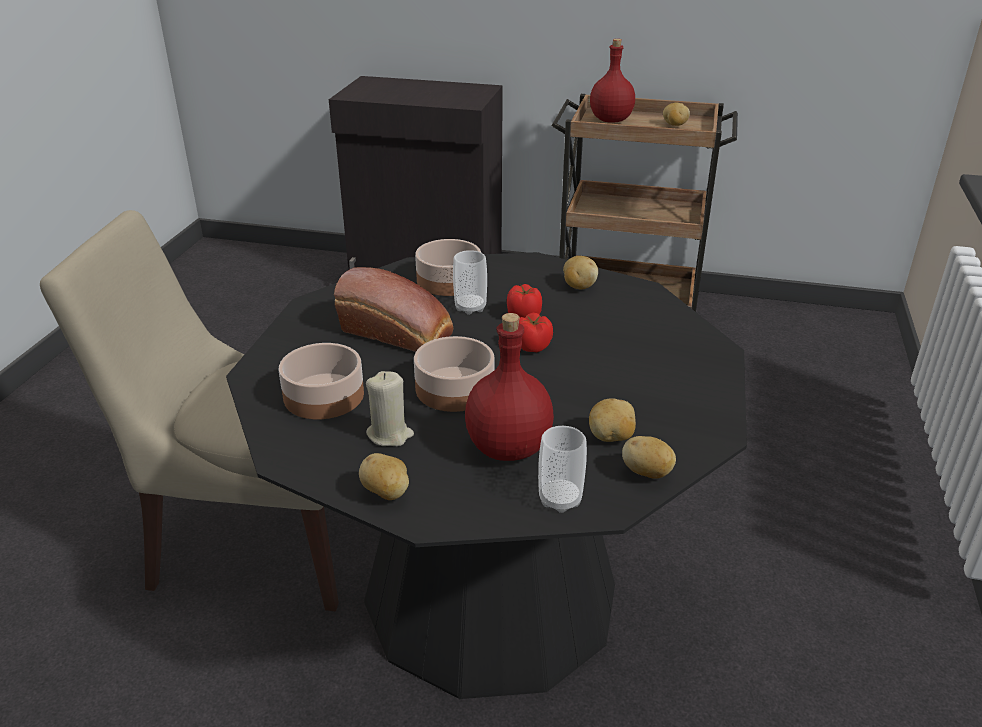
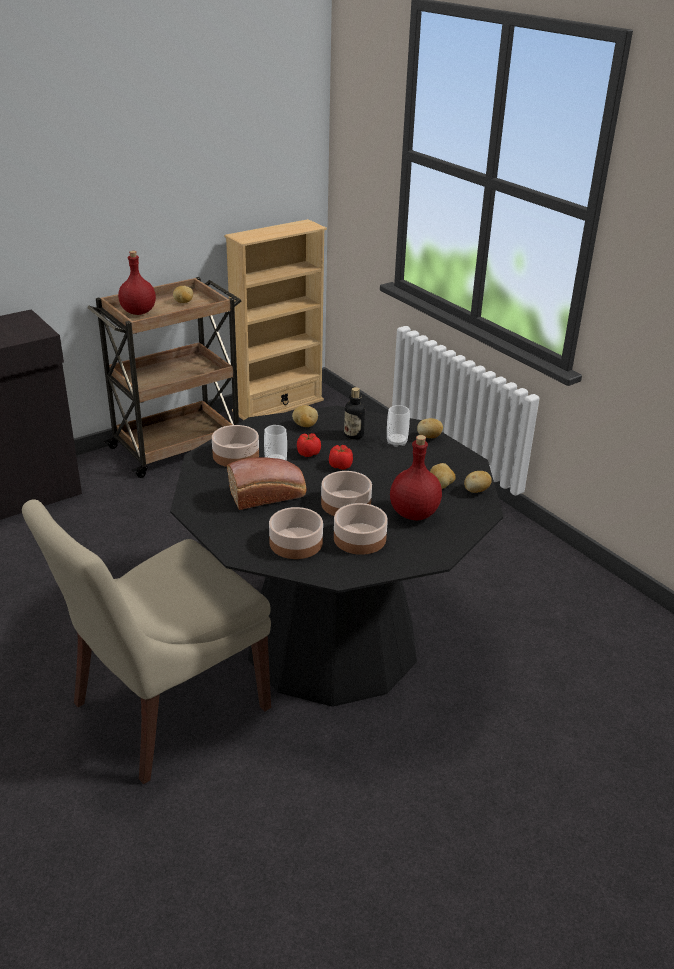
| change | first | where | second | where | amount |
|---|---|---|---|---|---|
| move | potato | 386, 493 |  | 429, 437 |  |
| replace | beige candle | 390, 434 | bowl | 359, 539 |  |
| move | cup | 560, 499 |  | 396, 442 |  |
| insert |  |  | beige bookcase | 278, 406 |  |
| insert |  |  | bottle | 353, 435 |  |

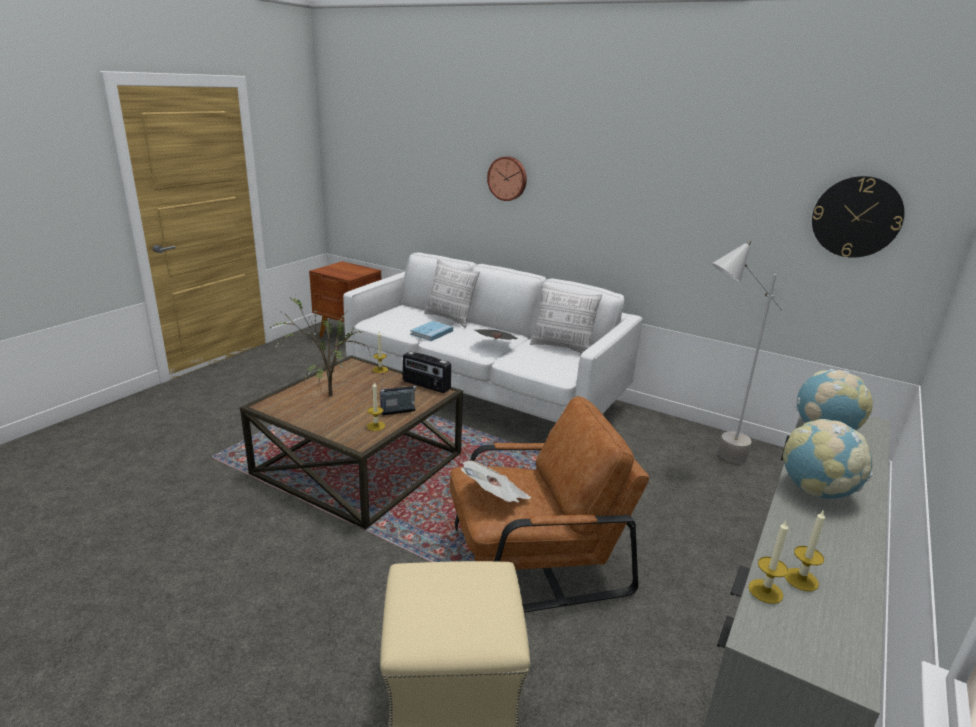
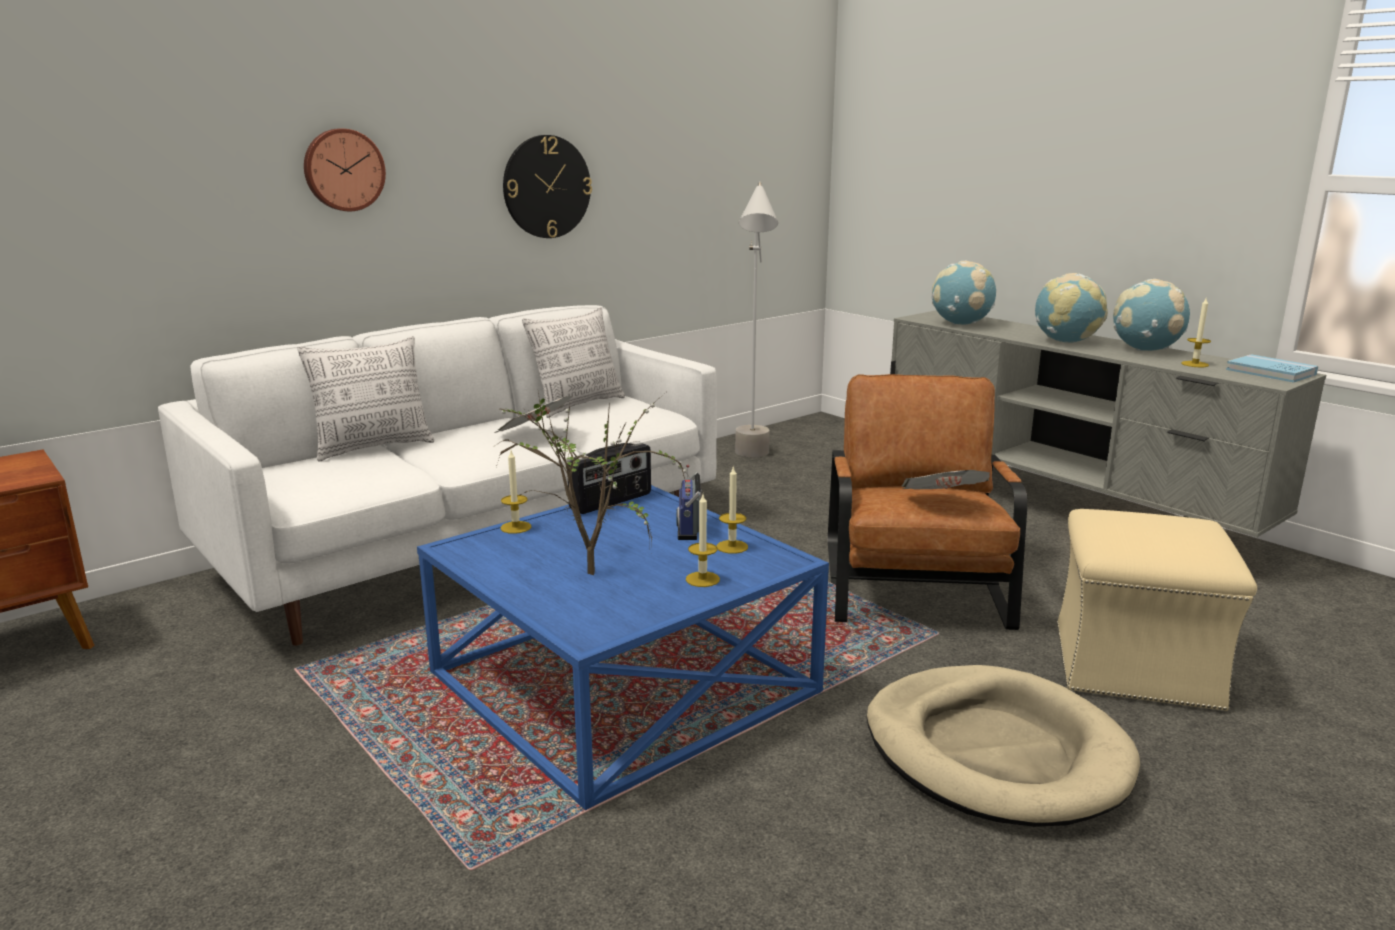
| change | first | where | second | where | amount |
|---|---|---|---|---|---|
| recolor | brown coffee table | 359, 463 | blue coffee table | 621, 681 |  |
| move | blue book | 432, 332 |  | 1270, 372 |  |
| move | candle | 765, 591 |  | 702, 579 |  |
| move | wall clock | 856, 217 |  | 546, 187 |  |
| insert |  |  | beige dog bed | 995, 752 |  |
| insert |  |  | globe | 1146, 350 |  |

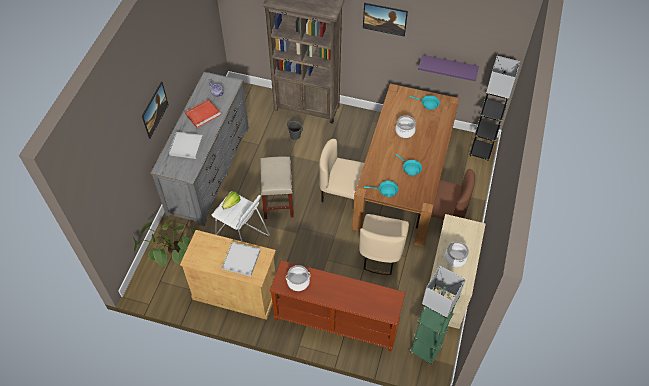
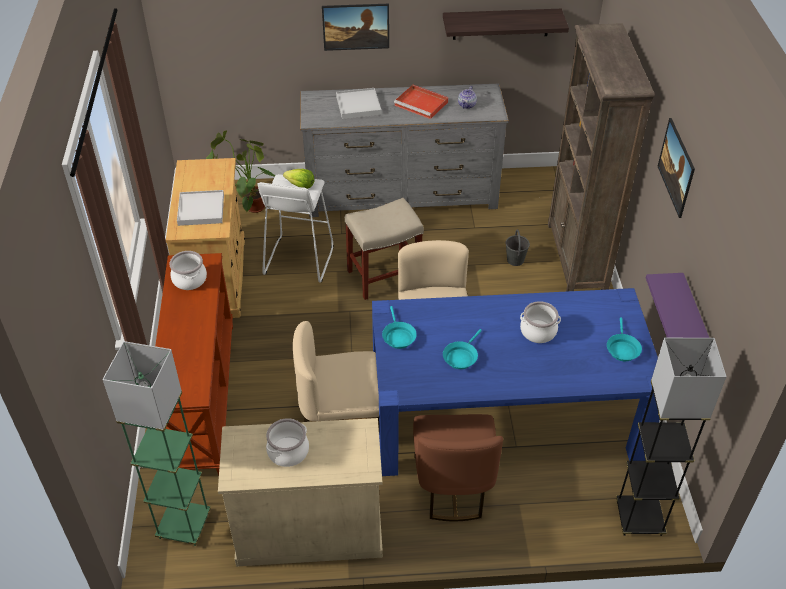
| change | first | where | second | where | amount |
|---|---|---|---|---|---|
| recolor | brown dining table | 403, 180 | blue dining table | 504, 415 |  |
| insert |  |  | shelf | 501, 24 |  |

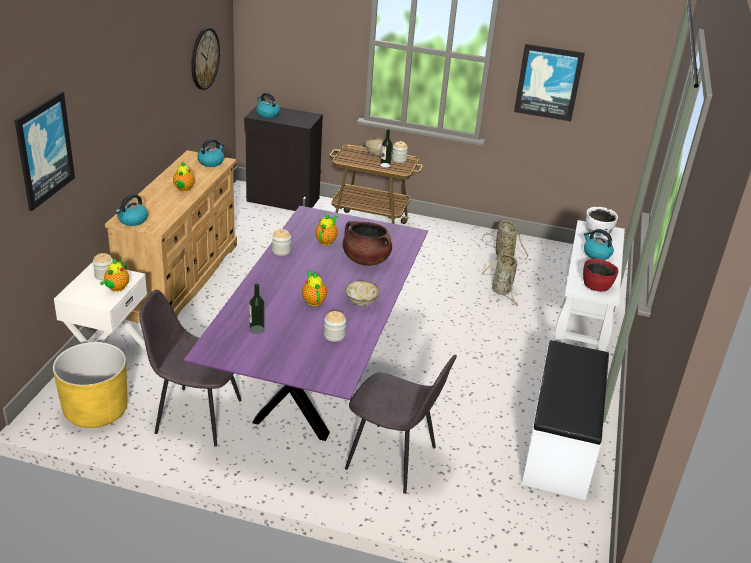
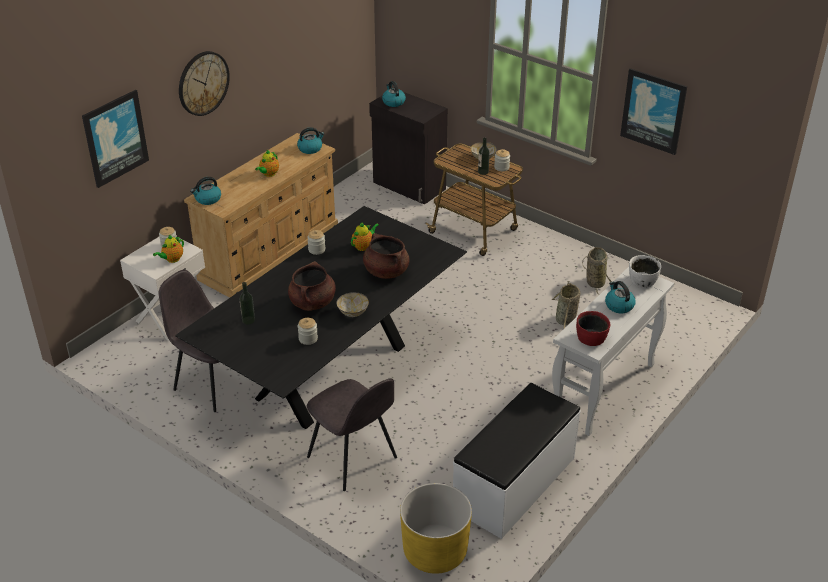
| change | first | where | second | where | amount |
|---|---|---|---|---|---|
| move | yellow planter | 96, 410 |  | 435, 551 |  |
| recolor | purple dining table | 317, 378 | black dining table | 332, 371 |  |
| move | wall clock | 204, 58 |  | 203, 83 |  |
| replace | teapot | 313, 300 | brown cooking pot | 312, 303 |  |

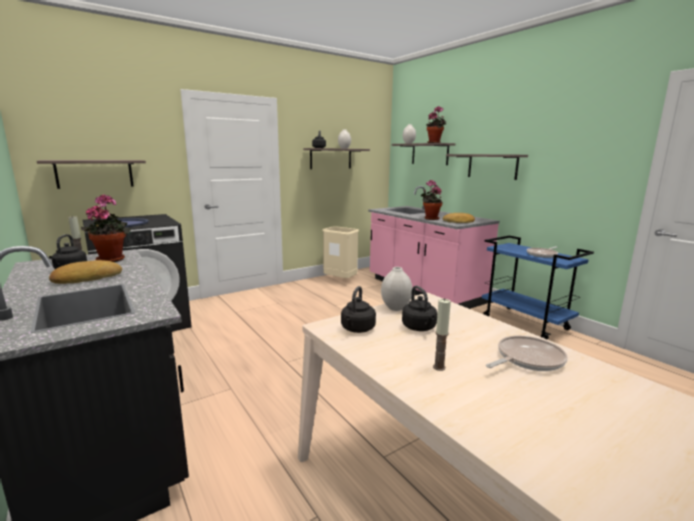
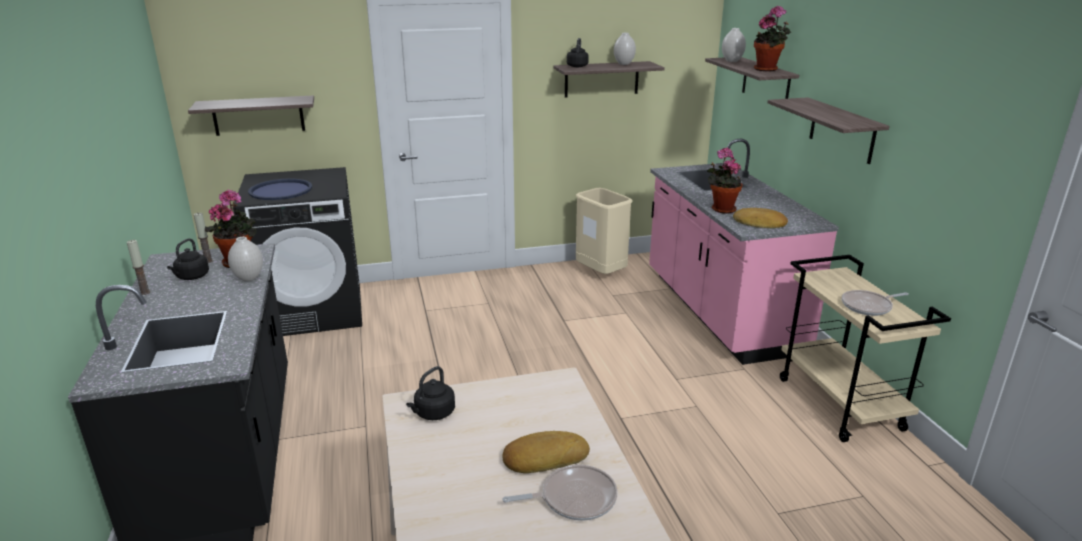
| change | first | where | second | where | amount |
|---|---|---|---|---|---|
| move | bread | 87, 278 |  | 544, 457 |  |
| move | white vase | 395, 308 |  | 248, 278 |  |
| delete | black kettle | 419, 328 |  |  |  |
| move | candle | 439, 367 |  | 145, 292 |  |
| recolor | blue cart | 526, 323 | beige cart | 841, 404 |  |

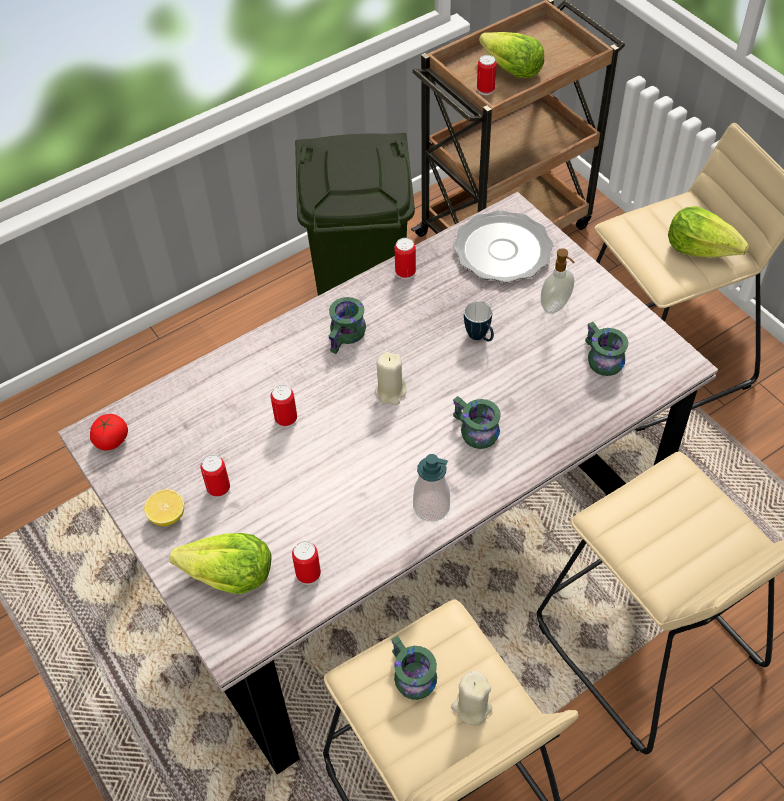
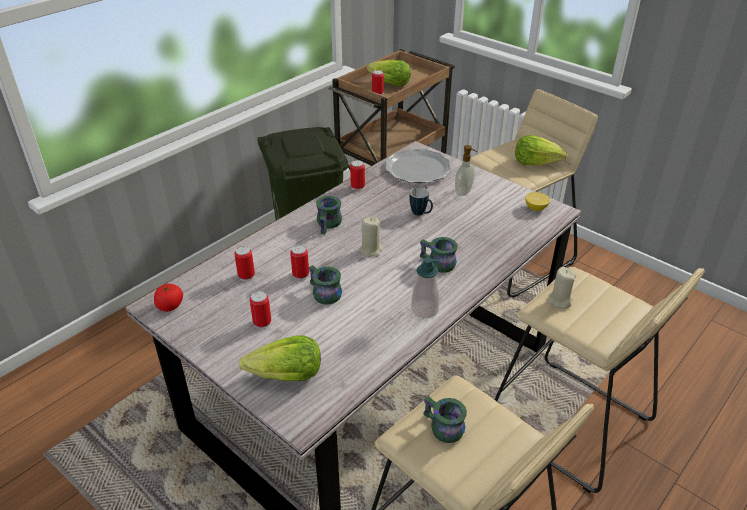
| change | first | where | second | where | amount |
|---|---|---|---|---|---|
| move | lemon | 167, 515 |  | 535, 208 |  |
| move | can | 308, 574 |  | 246, 276 |  |
| move | beige candle | 471, 707 |  | 559, 301 |  |
| move | green mug | 600, 359 |  | 322, 294 |  |

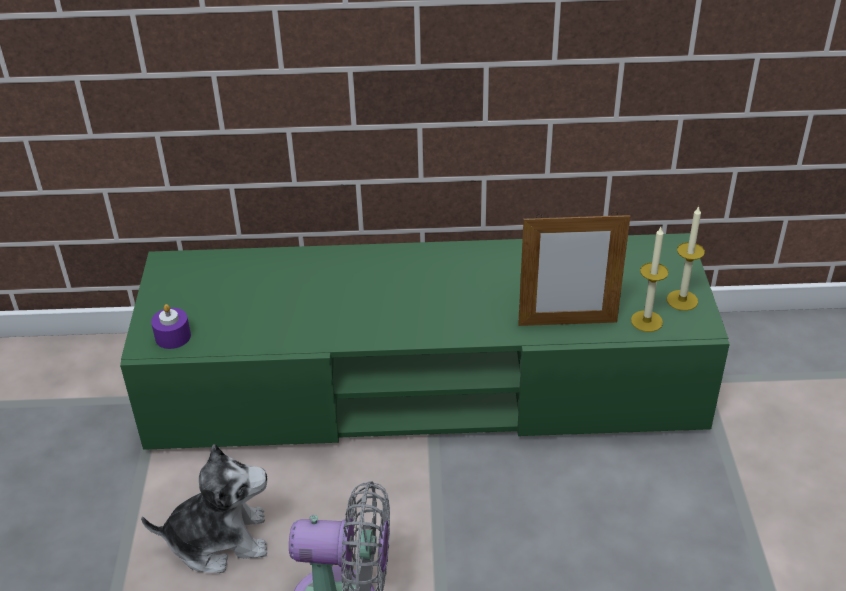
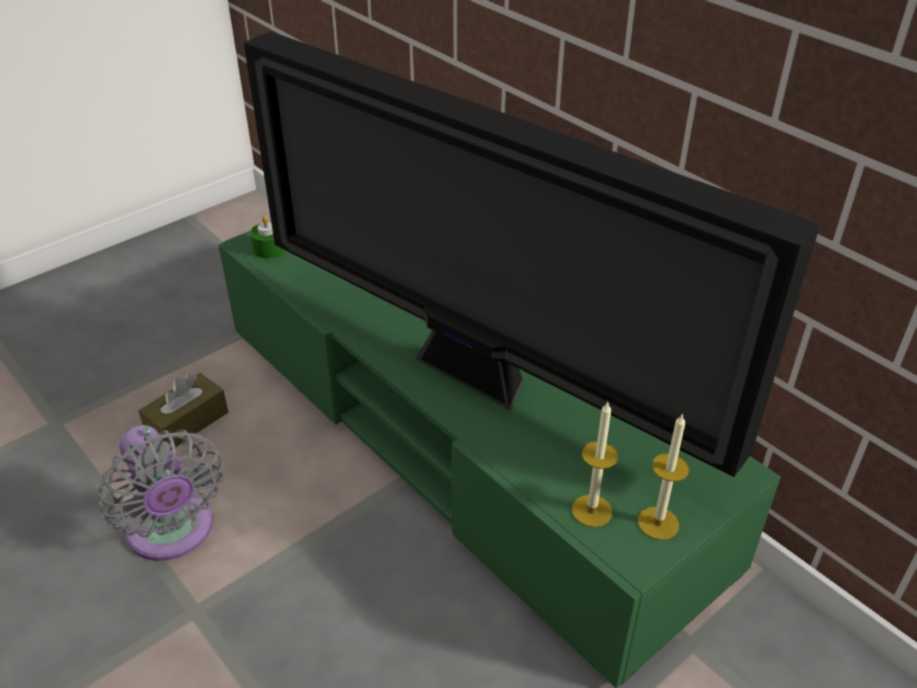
| change | first | where | second | where | amount |
|---|---|---|---|---|---|
| replace | plush toy | 219, 540 | brown tissue box | 187, 422 |  |
| recolor | purple candle | 173, 336 | green candle | 269, 249 |  |
| delete | picture frame | 567, 323 |  |  |  |
| insert |  |  | television | 478, 378 |  |

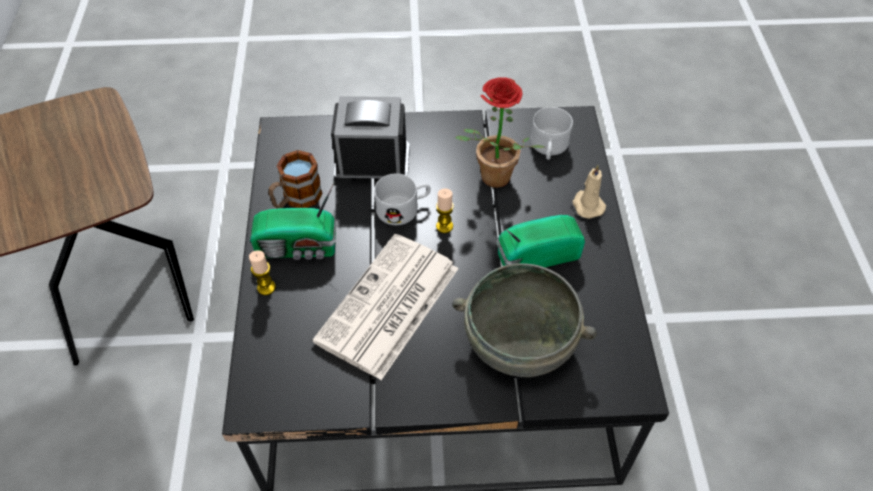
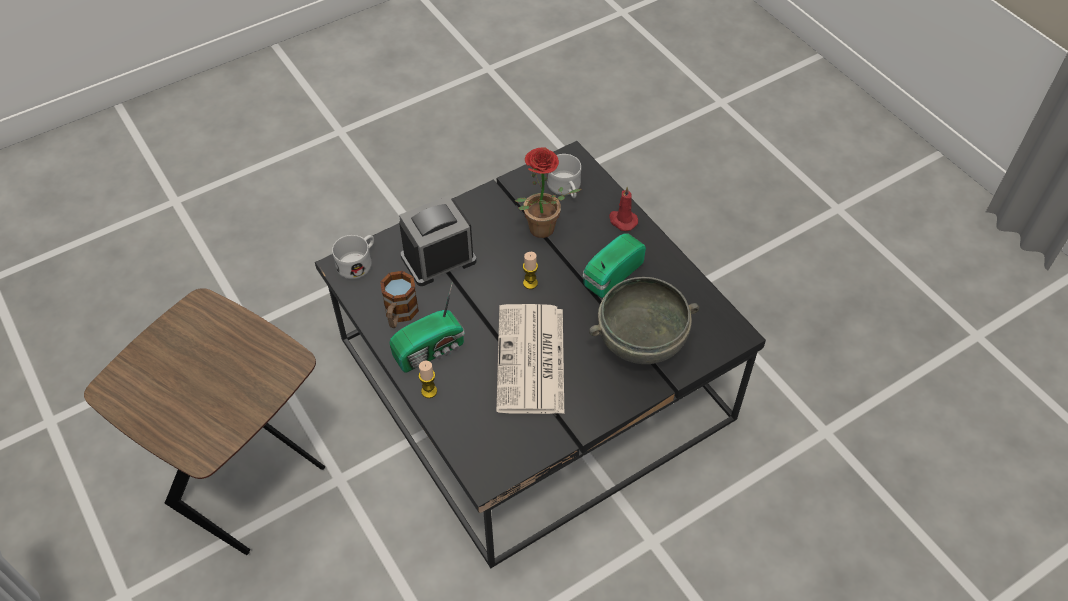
| change | first | where | second | where | amount |
|---|---|---|---|---|---|
| move | white mug | 404, 208 |  | 358, 262 |  |
| recolor | beige candle | 587, 205 | red candle | 622, 220 |  |

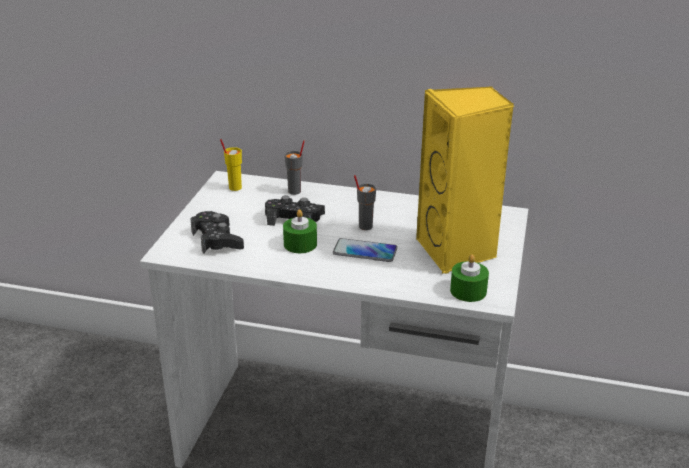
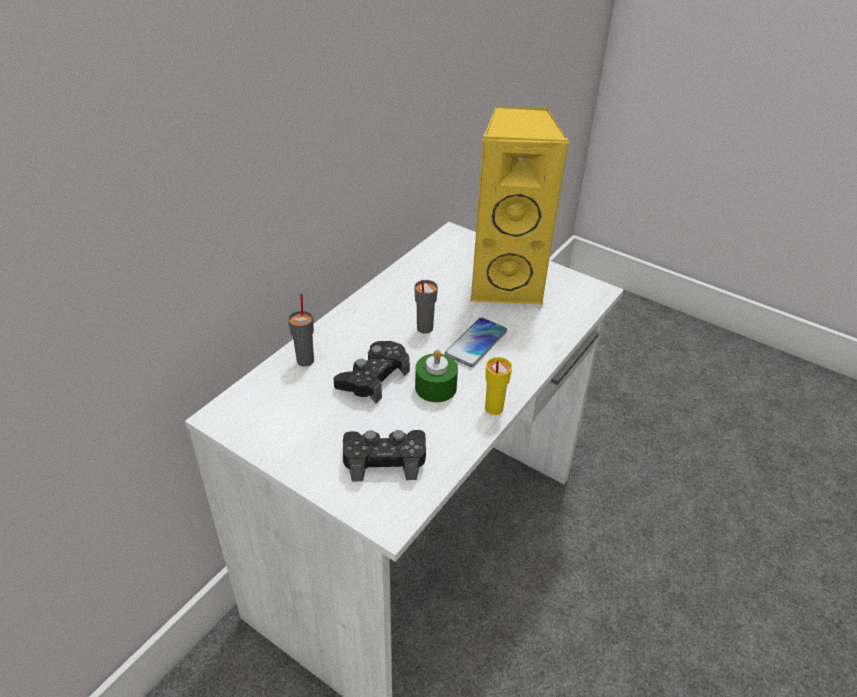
| change | first | where | second | where | amount |
|---|---|---|---|---|---|
| move | yellow cup | 234, 187 |  | 493, 408 |  |
| delete | green candle | 468, 291 |  |  |  |

